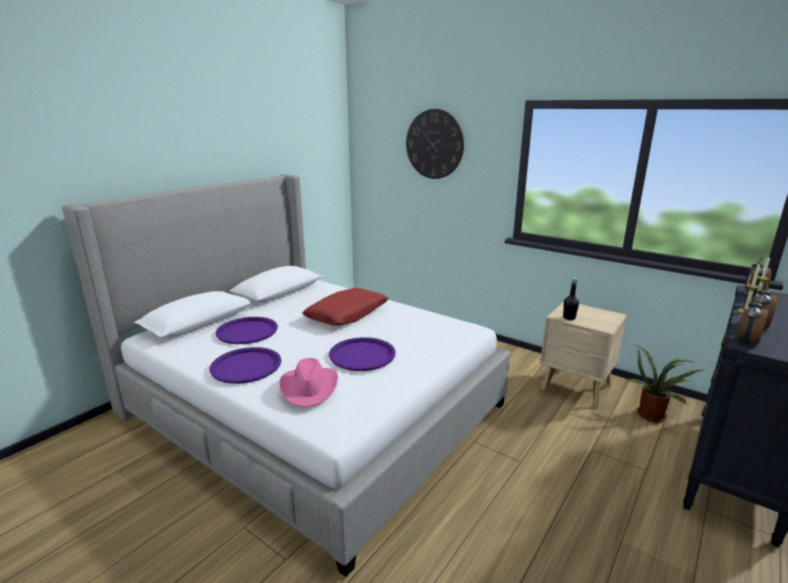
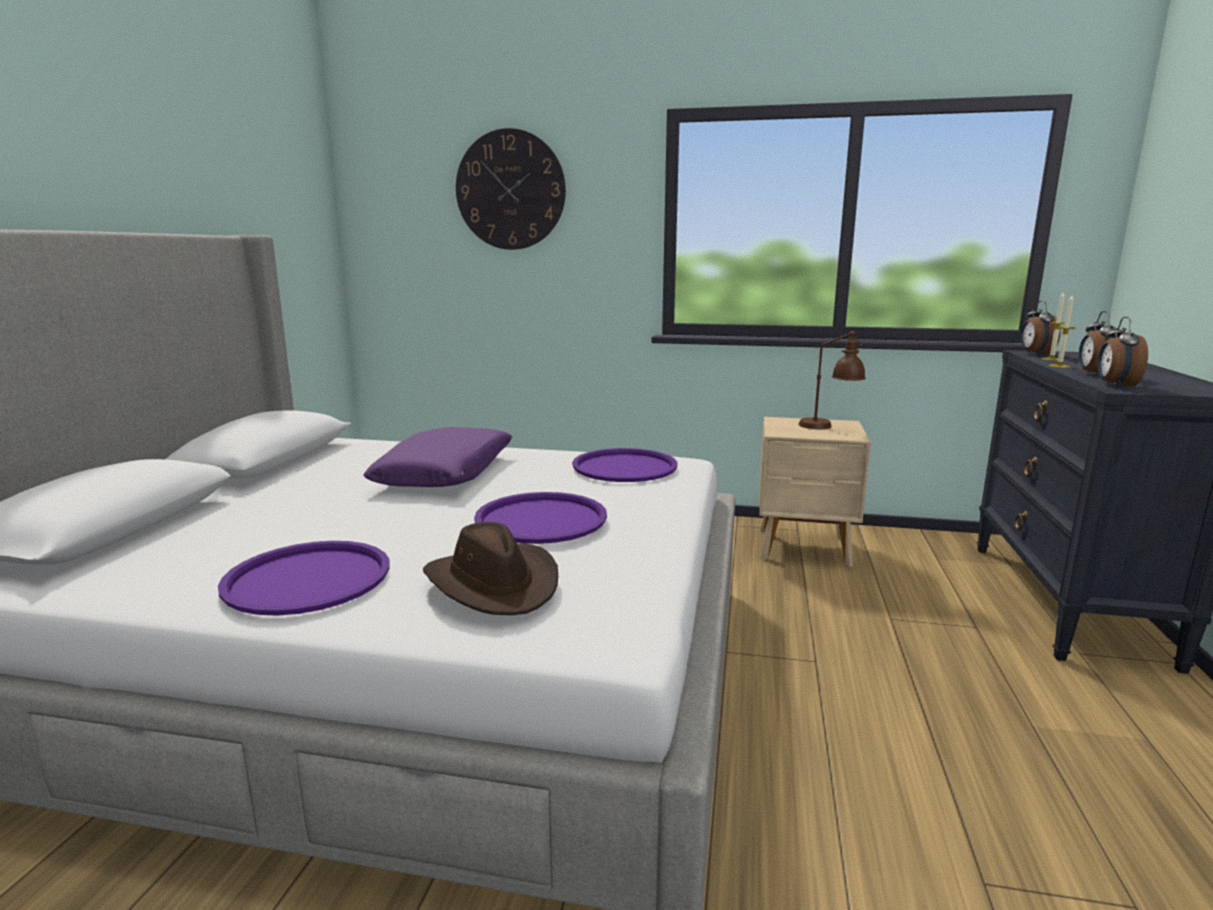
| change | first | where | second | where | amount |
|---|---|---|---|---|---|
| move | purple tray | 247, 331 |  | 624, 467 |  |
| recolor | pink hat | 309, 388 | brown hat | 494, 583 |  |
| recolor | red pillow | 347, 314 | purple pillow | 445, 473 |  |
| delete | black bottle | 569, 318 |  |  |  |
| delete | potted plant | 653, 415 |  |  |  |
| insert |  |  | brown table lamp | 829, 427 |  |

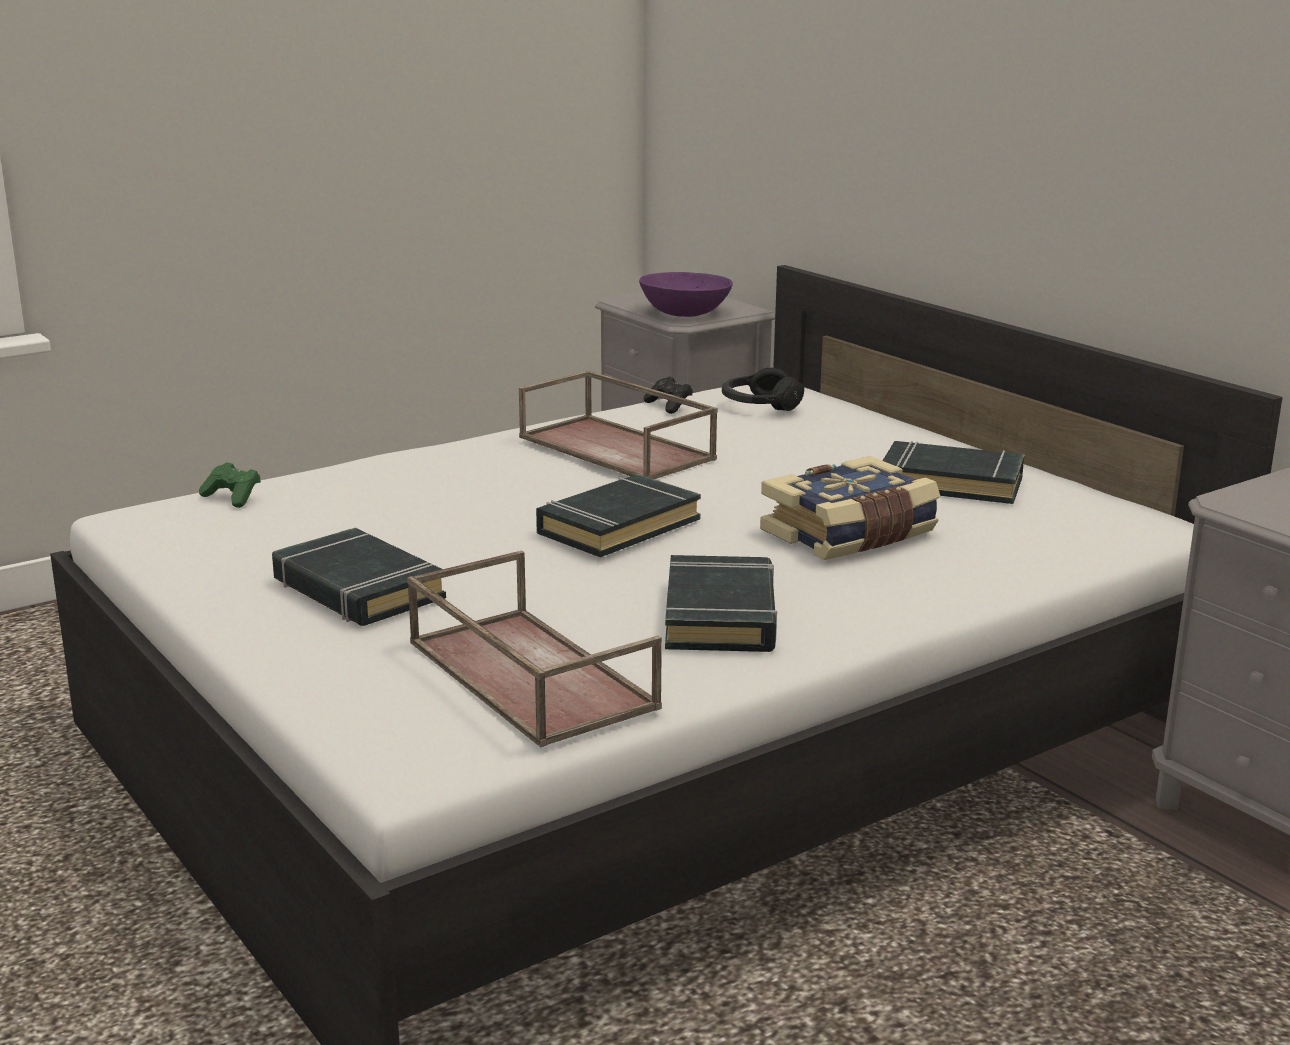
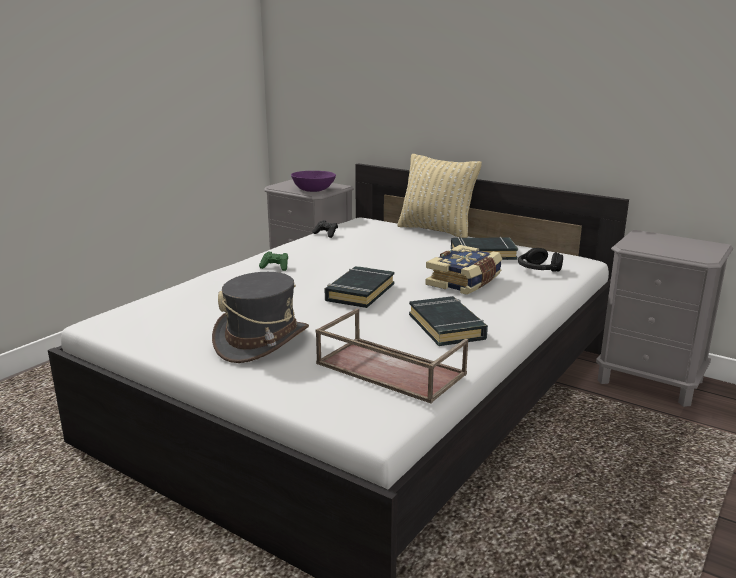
| change | first | where | second | where | amount |
|---|---|---|---|---|---|
| move | green game controller | 232, 498 |  | 275, 267 |  |
| replace | black book | 357, 589 | grey hat | 262, 341 |  |
| delete | brown tray | 619, 448 |  |  |  |
| move | black headphones | 759, 405 |  | 538, 269 |  |
| insert |  |  | beige pillow | 436, 230 |  |

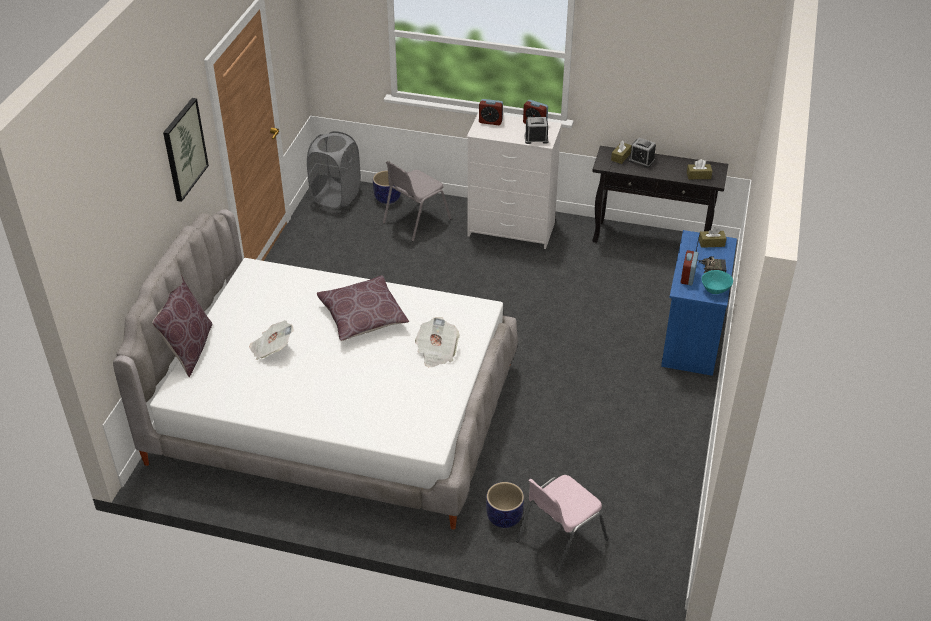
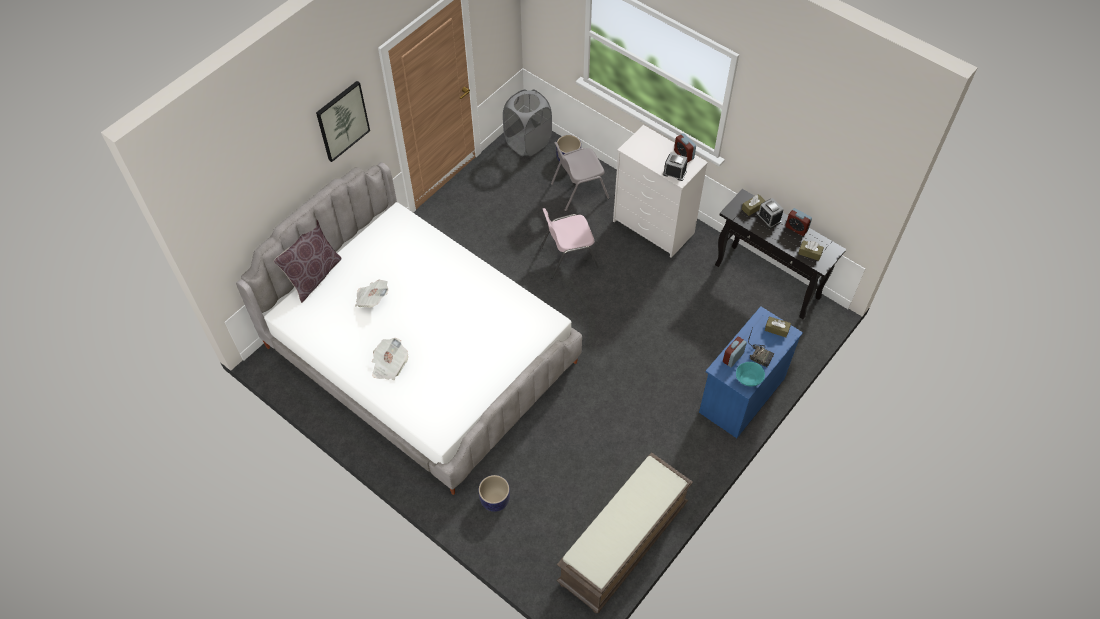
| change | first | where | second | where | amount |
|---|---|---|---|---|---|
| delete | brown pillow | 363, 317 |  |  |  |
| move | newspaper | 436, 352 |  | 389, 365 |  |
| move | alarm clock | 490, 121 |  | 796, 228 |  |
| move | pink chair | 559, 540 |  | 568, 257 |  |
| insert |  |  | brown bench | 623, 545 |  |

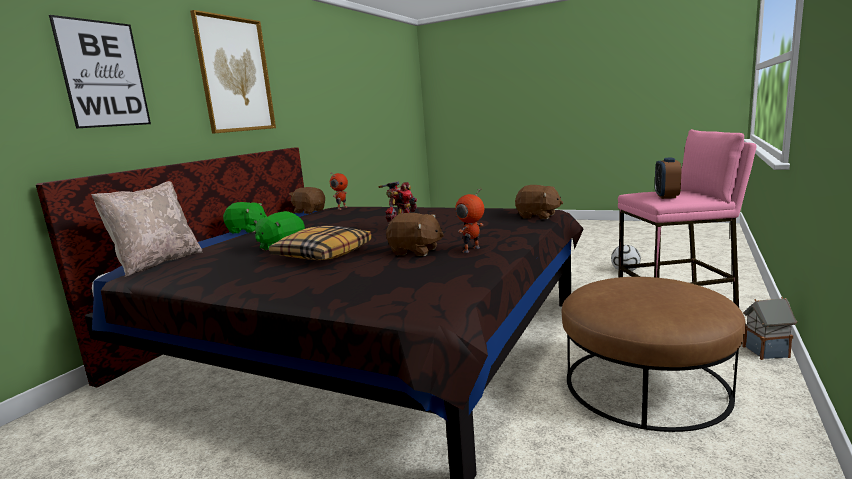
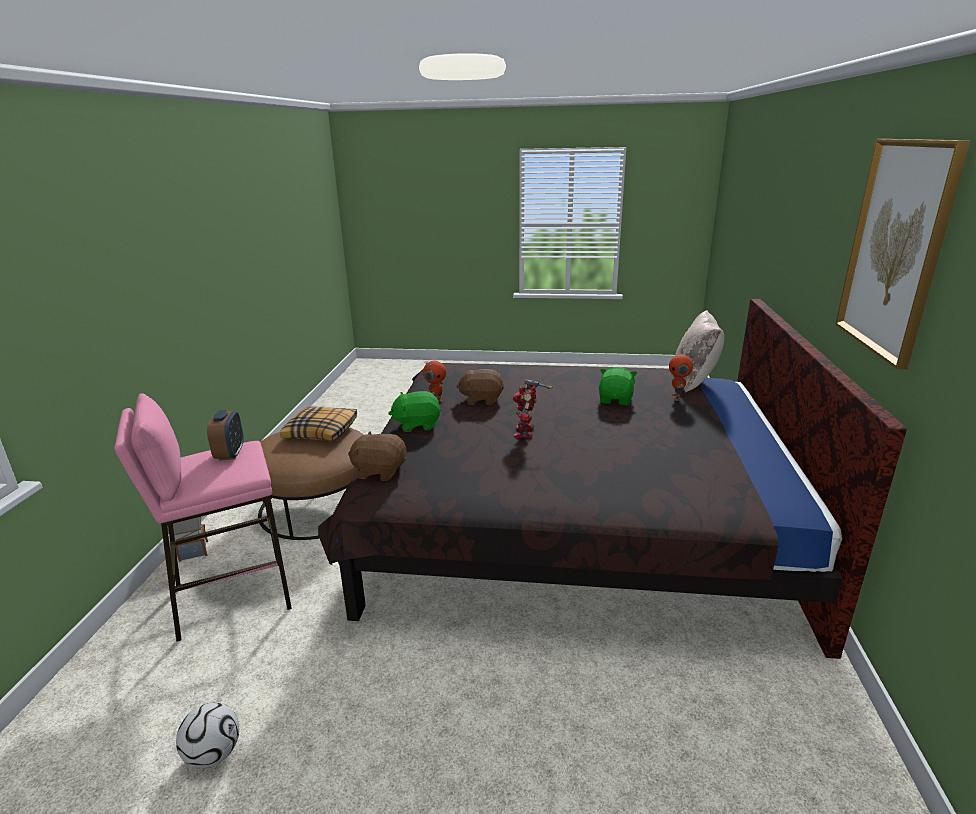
| change | first | where | second | where | amount |
|---|---|---|---|---|---|
| delete | picture | 103, 74 |  |  |  |
| move | green plush toy | 247, 230 |  | 417, 425 |  |
| move | pillow | 322, 254 |  | 322, 432 |  |
| delete | brown plush toy | 309, 211 |  |  |  |
| move | toy robot | 341, 208 |  | 677, 397 |  |

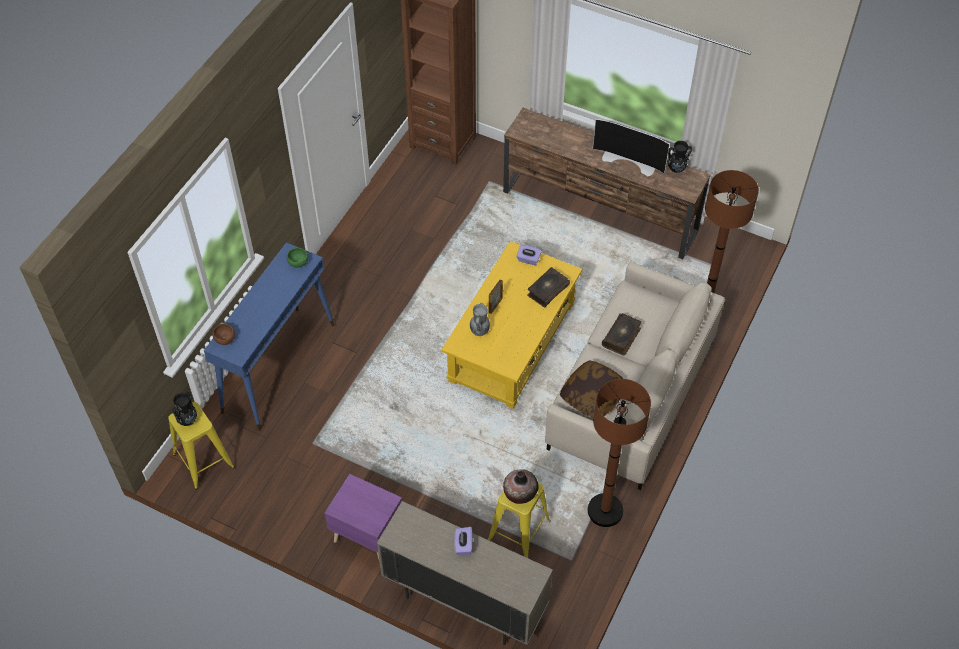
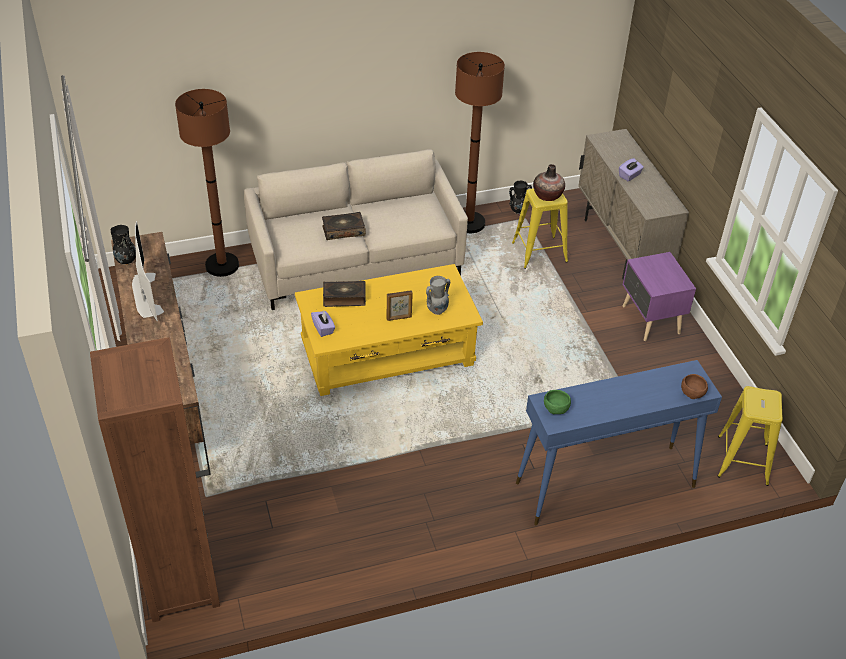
| change | first | where | second | where | amount |
|---|---|---|---|---|---|
| move | black vase | 188, 420 |  | 518, 211 |  |
| delete | pillow | 593, 395 |  |  |  |

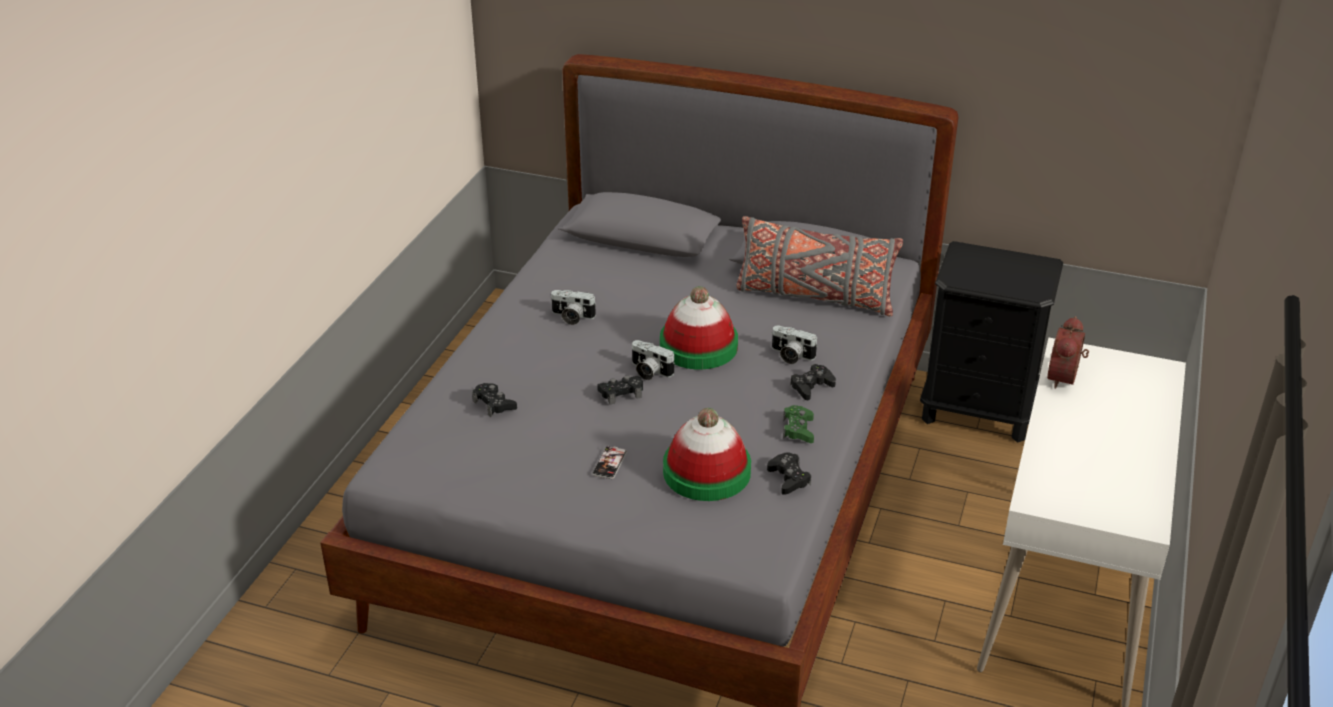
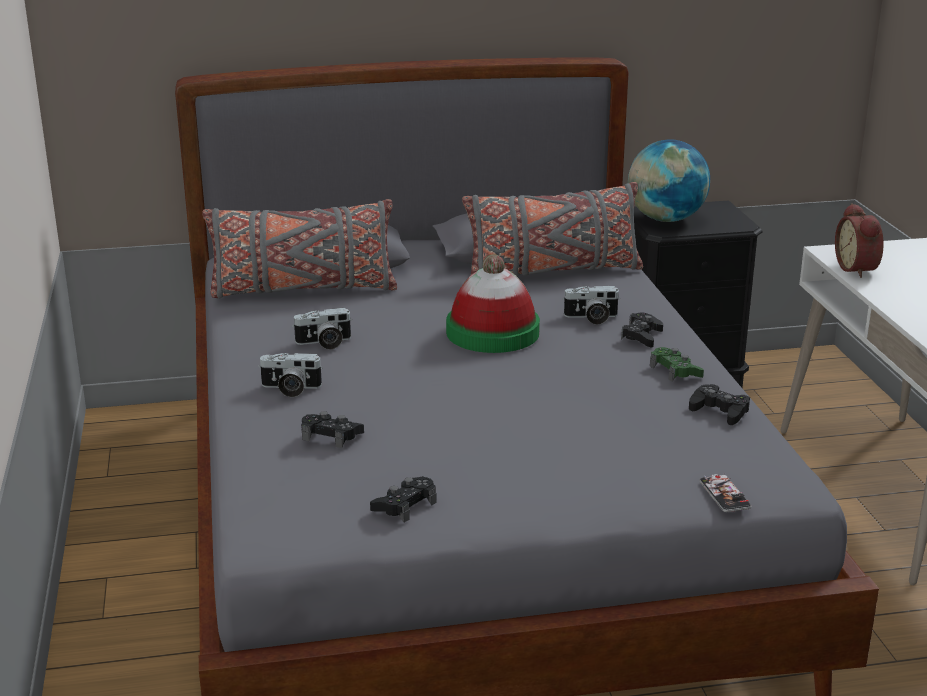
| change | first | where | second | where | amount |
|---|---|---|---|---|---|
| move | phone | 609, 463 |  | 724, 494 |  |
| move | black game controller | 621, 393 |  | 404, 505 |  |
| move | photo camera | 649, 371 |  | 290, 389 |  |
| delete | hat | 706, 472 |  |  |  |
| insert |  |  | grey pillow | 303, 289 |  |
| insert |  |  | globe | 666, 219 |  |

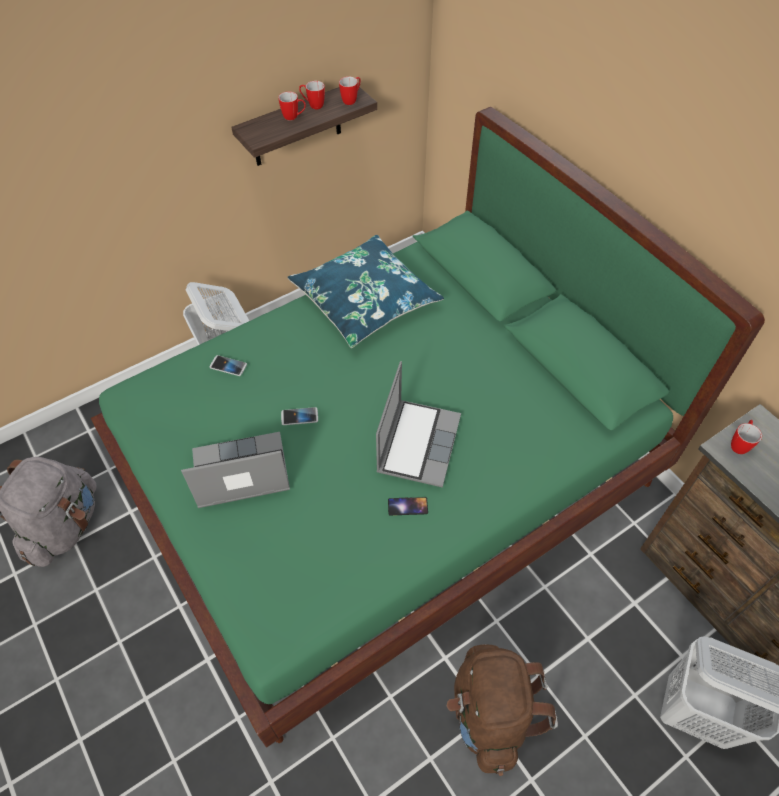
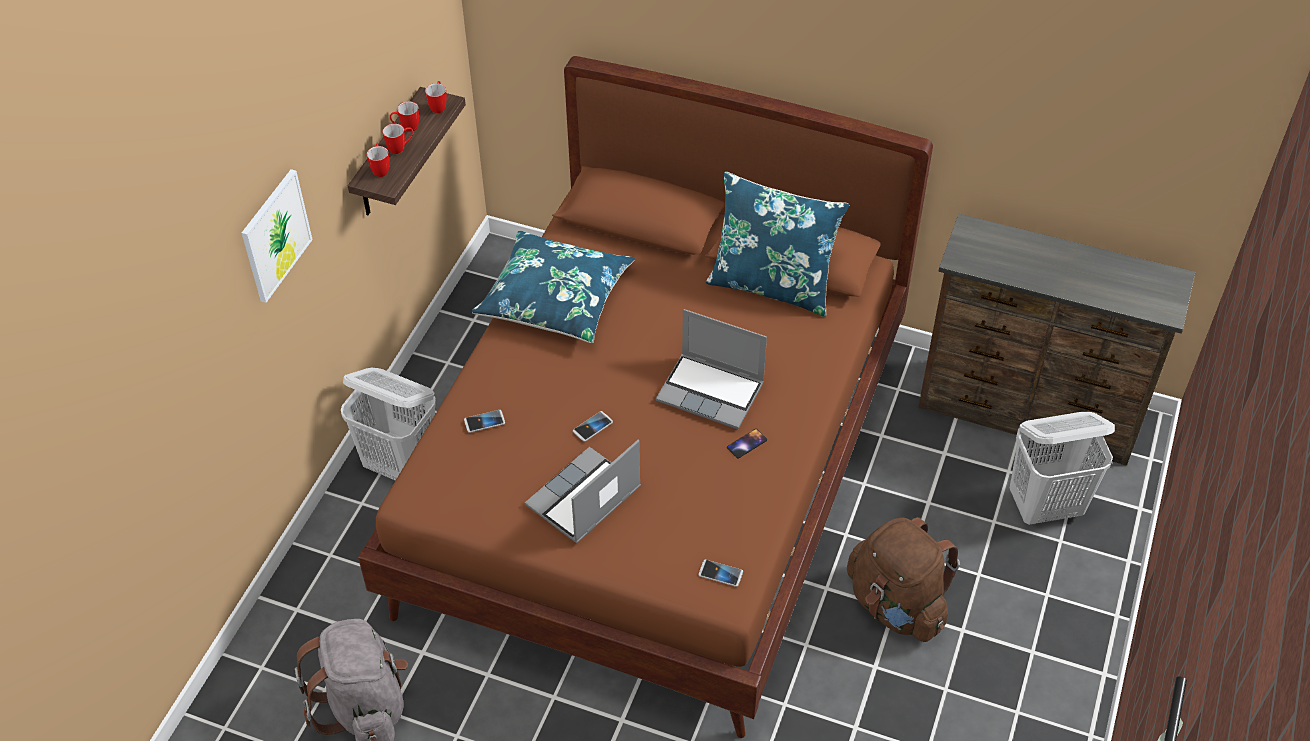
| change | first | where | second | where | amount |
|---|---|---|---|---|---|
| recolor | green bed | 390, 480 | brown bed | 657, 475 |  |
| rotate | laptop | 417, 442 |  | 712, 392 | 135 degrees clockwise |
| move | mug | 739, 444 |  | 380, 169 |  |
| insert |  |  | picture | 275, 235 |  |
| insert |  |  | phone | 720, 573 |  |
| insert |  |  | blue pillow | 772, 285 |  |

